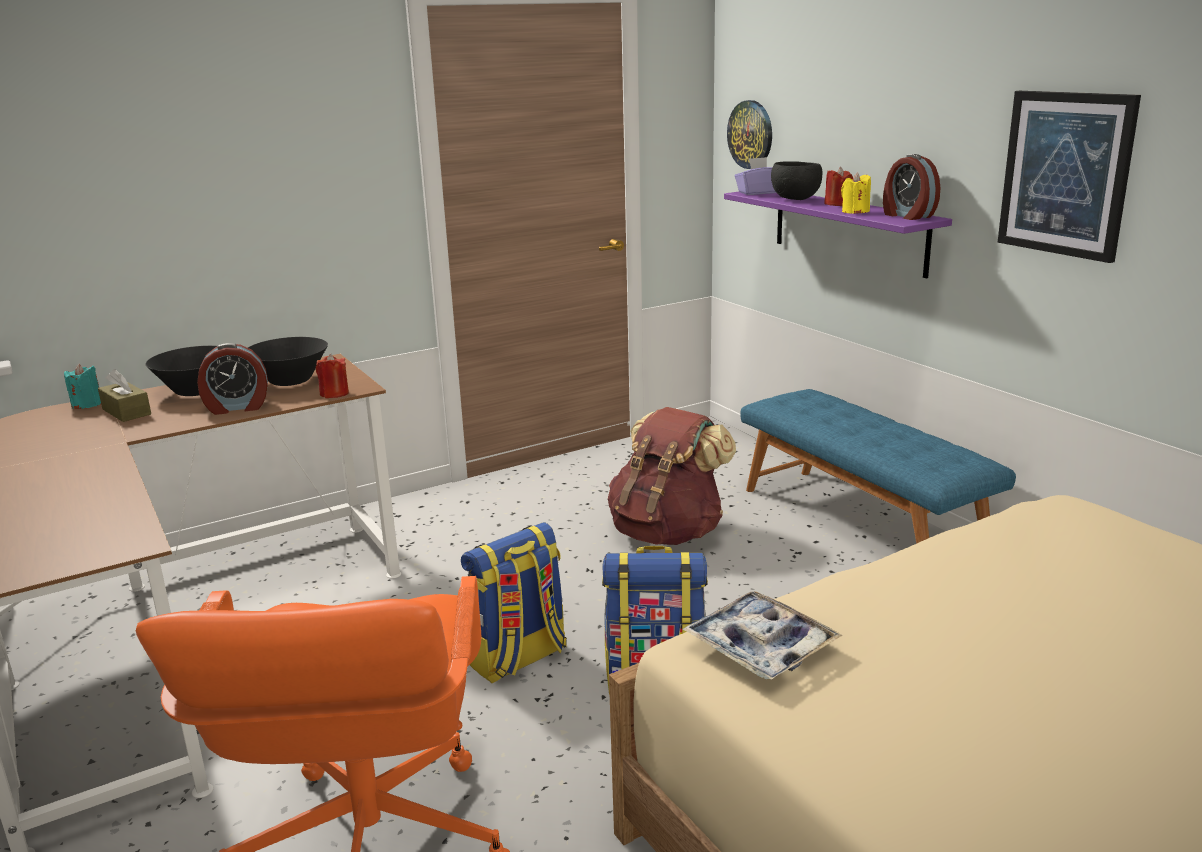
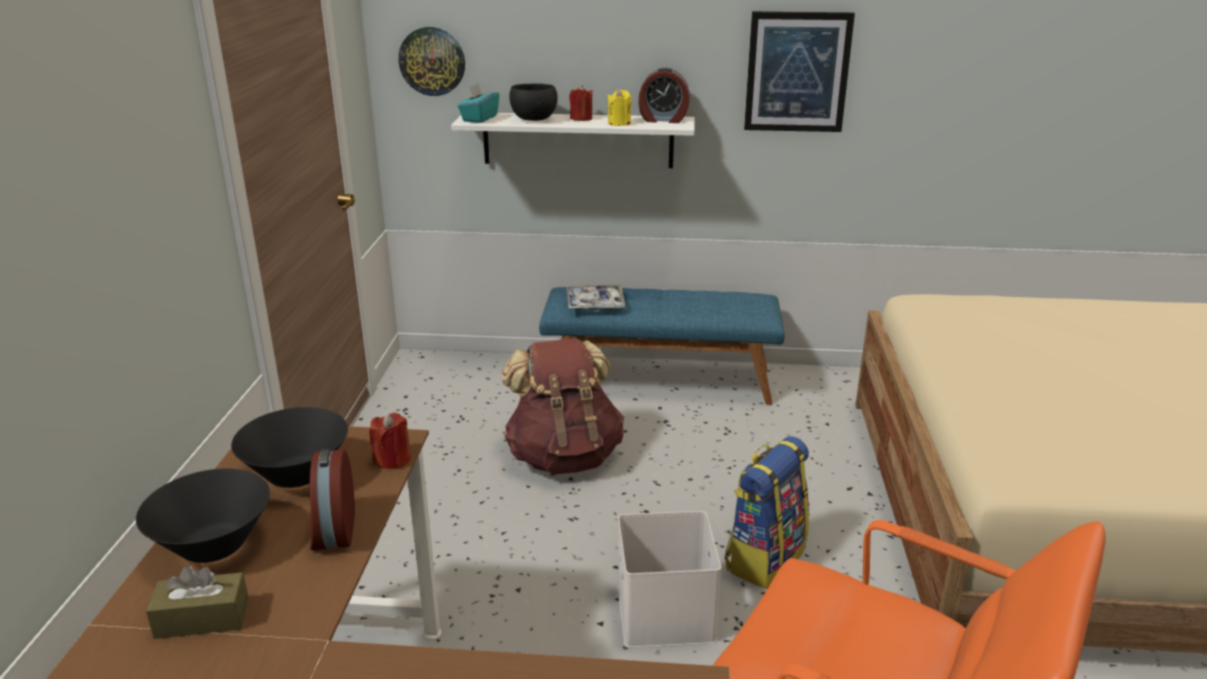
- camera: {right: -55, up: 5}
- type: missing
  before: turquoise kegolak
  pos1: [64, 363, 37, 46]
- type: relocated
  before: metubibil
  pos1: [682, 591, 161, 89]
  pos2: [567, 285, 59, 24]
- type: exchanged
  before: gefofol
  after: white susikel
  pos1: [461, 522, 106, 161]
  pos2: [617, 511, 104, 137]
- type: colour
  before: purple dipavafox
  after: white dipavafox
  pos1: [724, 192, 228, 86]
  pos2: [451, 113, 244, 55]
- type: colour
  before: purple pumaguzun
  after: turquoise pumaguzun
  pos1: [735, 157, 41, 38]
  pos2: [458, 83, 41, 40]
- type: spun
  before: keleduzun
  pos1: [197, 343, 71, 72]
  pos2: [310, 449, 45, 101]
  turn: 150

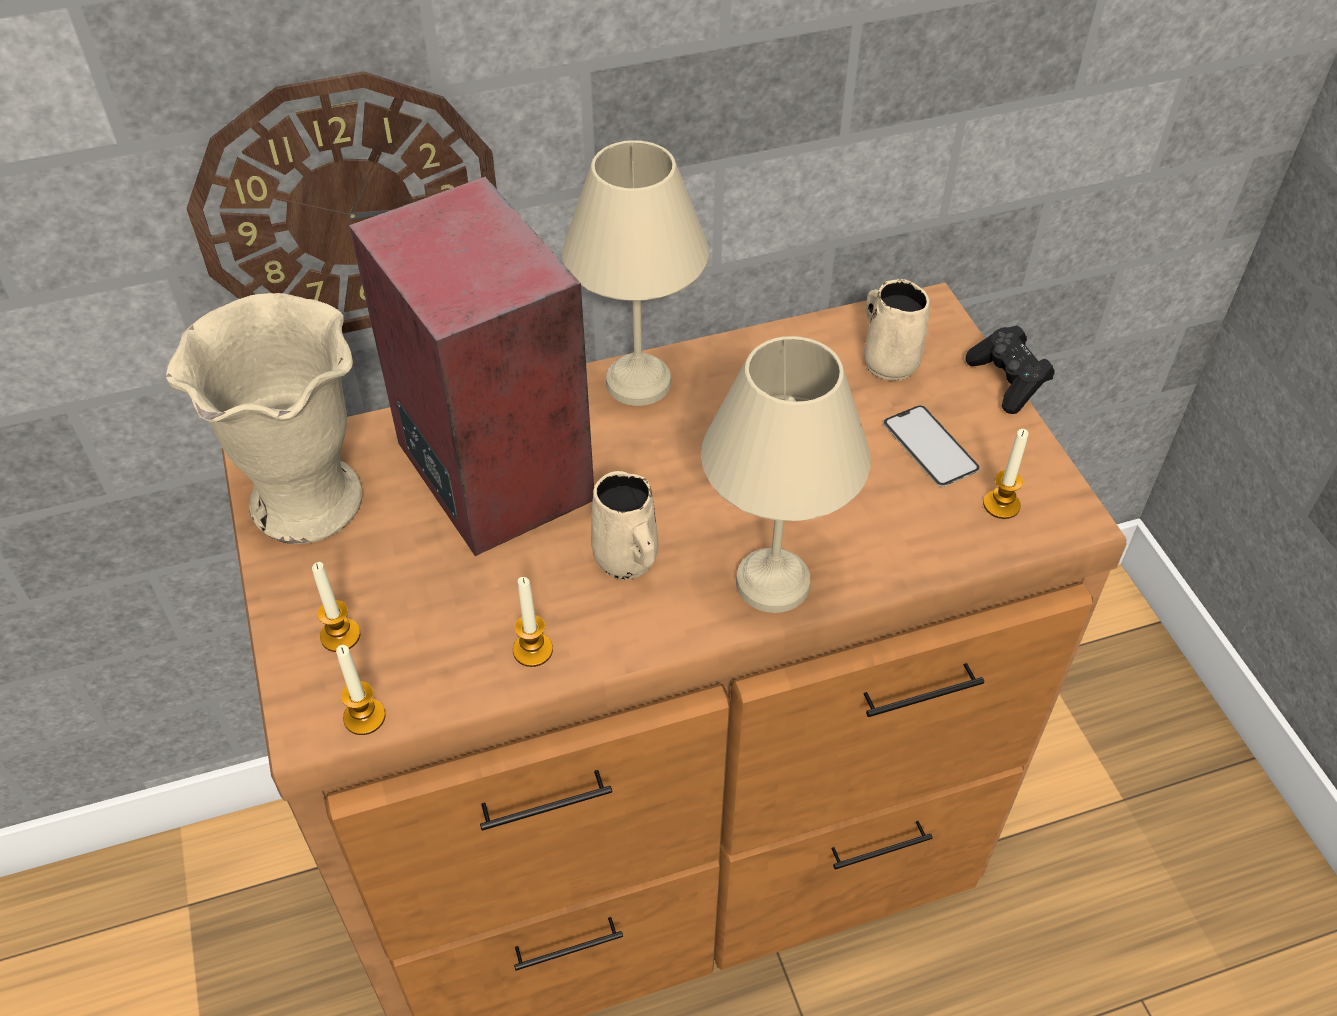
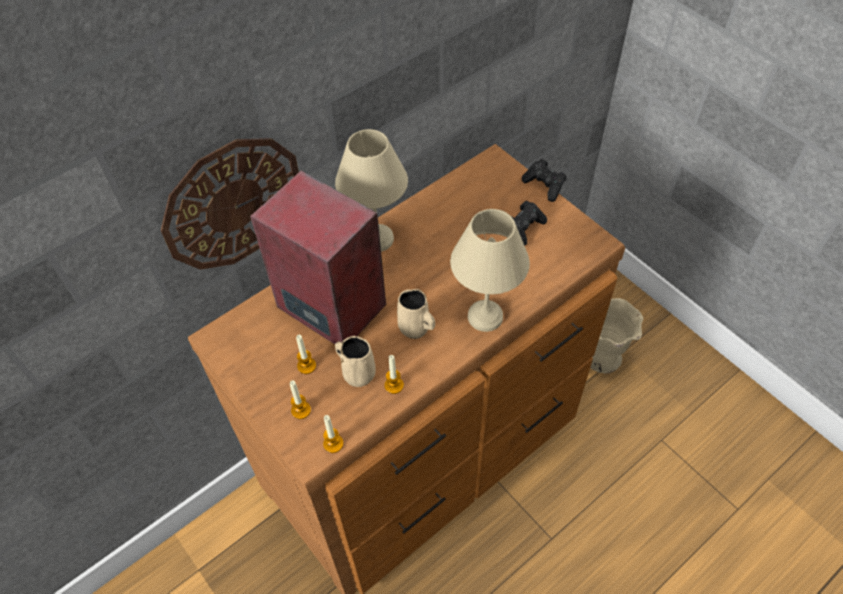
- camera: {right: -20, up: 5}
- type: relocated
  before: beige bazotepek
  pos1: [166, 293, 196, 251]
  pos2: [590, 298, 53, 75]
- type: relocated
  before: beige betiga
  pos1: [864, 279, 66, 102]
  pos2: [335, 336, 40, 51]
- type: relocated
  before: kegolak
  pos1: [983, 429, 45, 90]
  pos2: [296, 335, 20, 39]
- type: exchanged
  before: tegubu
  after: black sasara
  pos1: [883, 405, 97, 82]
  pos2: [511, 201, 36, 45]

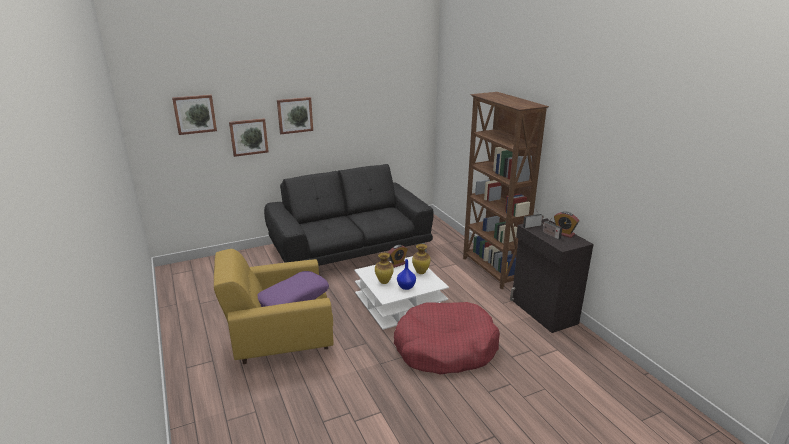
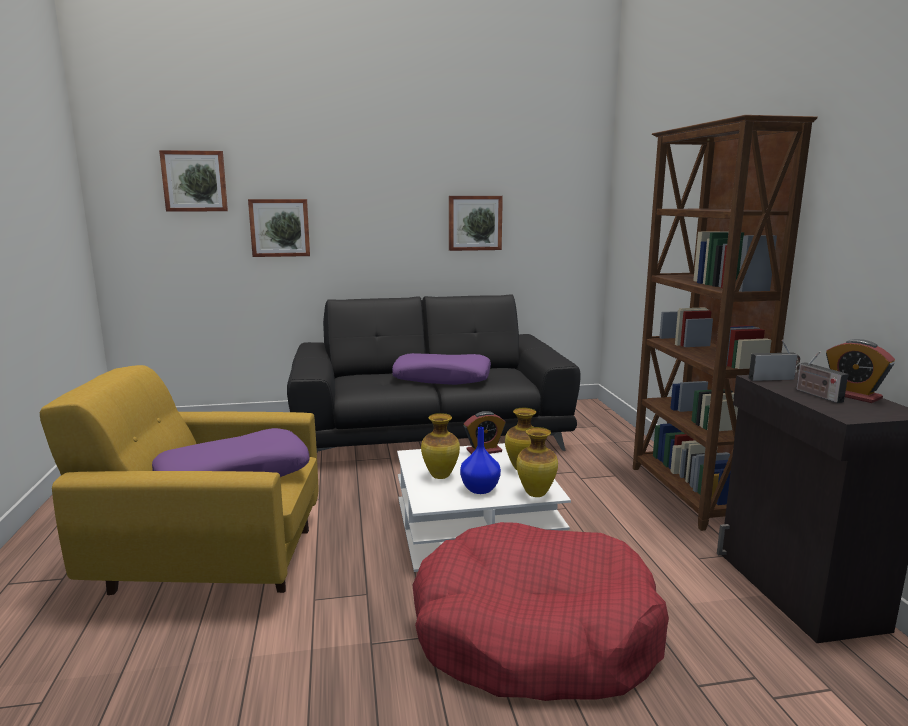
- camera: {right: 15, up: -10}
- type: appeared
  after: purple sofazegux
  pos2: [392, 353, 99, 32]
- type: appeared
  after: bazotepek
  pos2: [517, 427, 41, 70]
- type: relocated
  before: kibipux
  pos1: [277, 97, 36, 37]
  pos2: [449, 196, 54, 55]

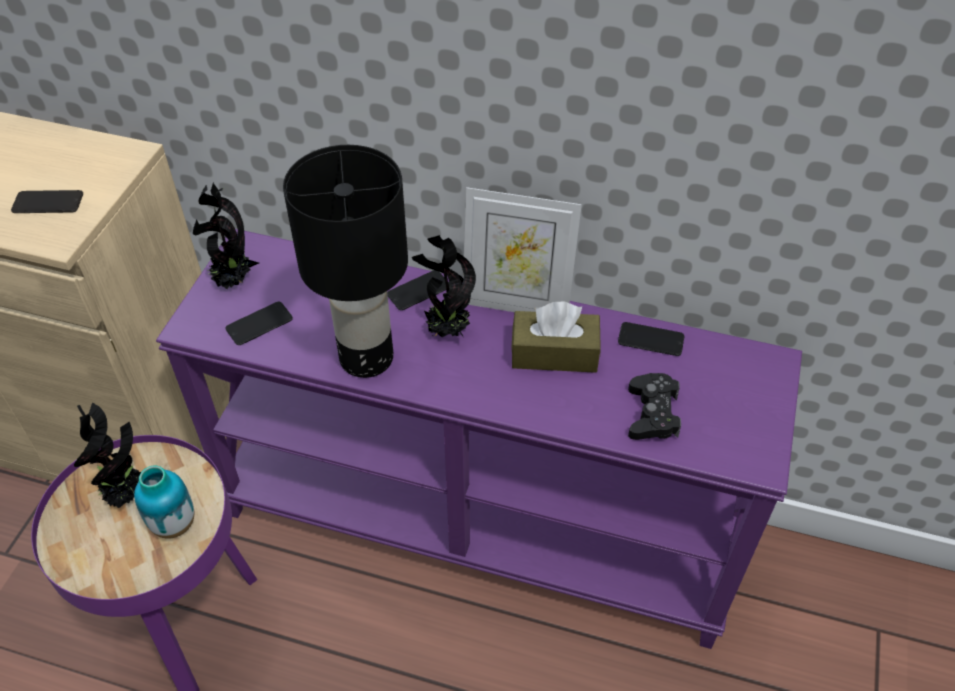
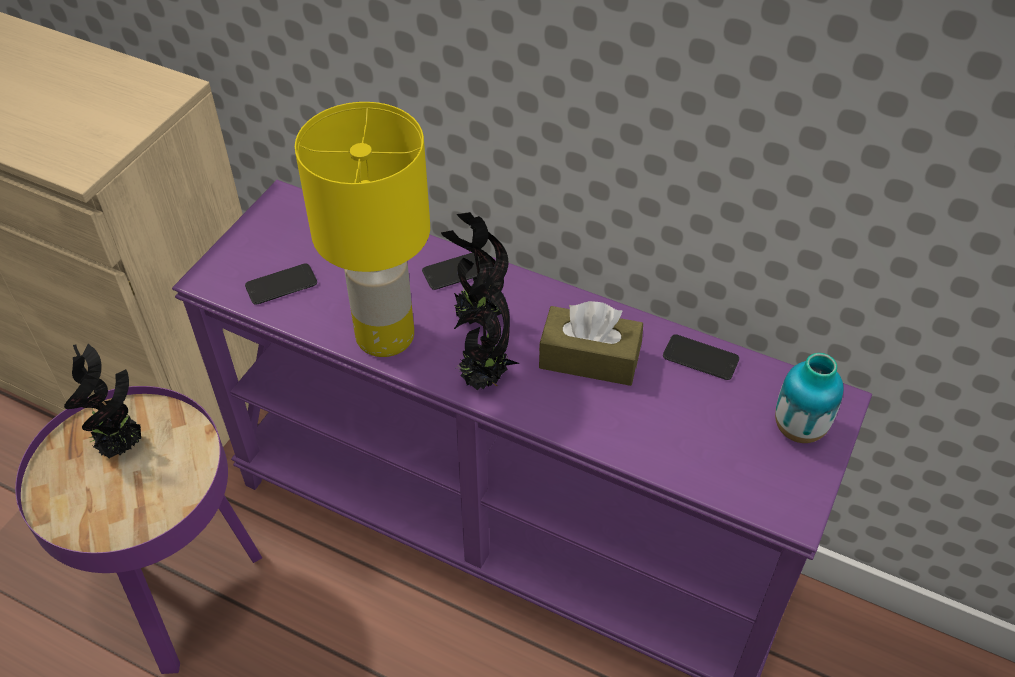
- camera: {right: 10, up: 0}
- type: missing
  before: tegubu
  pos1: [11, 190, 72, 23]
- type: missing
  before: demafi
  pos1: [463, 187, 119, 125]
- type: missing
  before: black sasara
  pos1: [628, 373, 53, 67]
- type: relocated
  before: bazotepek
  pos1: [134, 465, 60, 74]
  pos2: [775, 353, 69, 90]
- type: relocated
  before: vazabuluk
  pos1: [193, 183, 66, 106]
  pos2: [454, 273, 65, 118]
- type: colour
  before: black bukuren
  after: yellow bukuren
  pos1: [283, 145, 125, 233]
  pos2: [295, 102, 135, 255]

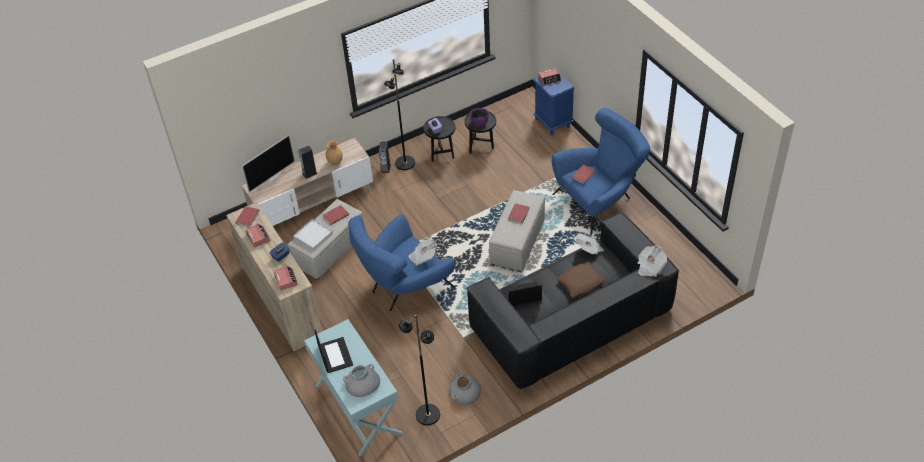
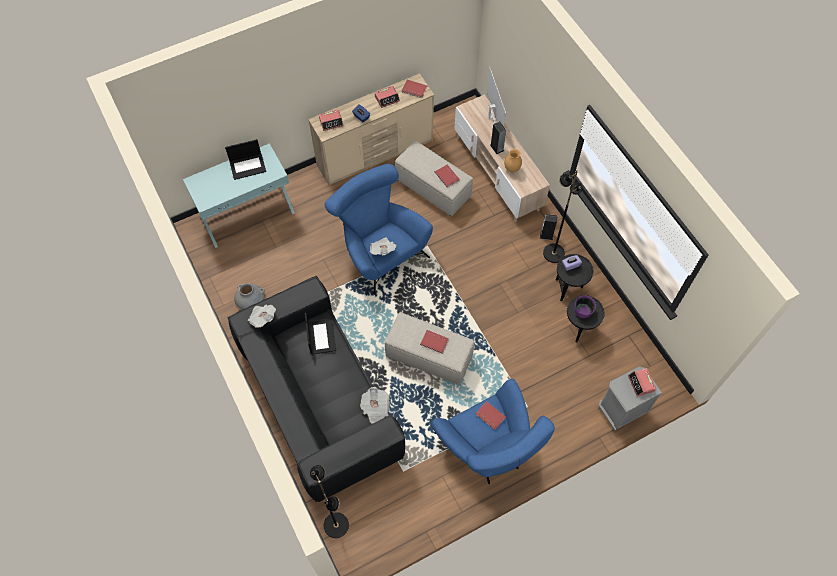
- camera: {right: 90, up: 15}
- type: missing
  before: white metubibil
  pos1: [293, 219, 40, 31]
- type: missing
  before: grey bazotepek
  pos1: [343, 364, 37, 33]
- type: missing
  before: brown sofazegux
  pos1: [557, 263, 48, 35]
- type: relocated
  before: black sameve
  pos1: [398, 315, 42, 110]
  pos2: [310, 465, 39, 73]
- type: relocated
  before: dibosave
  pos1: [638, 245, 29, 32]
  pos2: [247, 305, 29, 23]
- type: colour
  before: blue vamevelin
  after: grey vamevelin
  pos1: [534, 72, 40, 63]
  pos2: [598, 366, 64, 64]
- type: spun
  before: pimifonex
  pos1: [242, 135, 53, 57]
  pos2: [487, 67, 19, 59]
  turn: -150

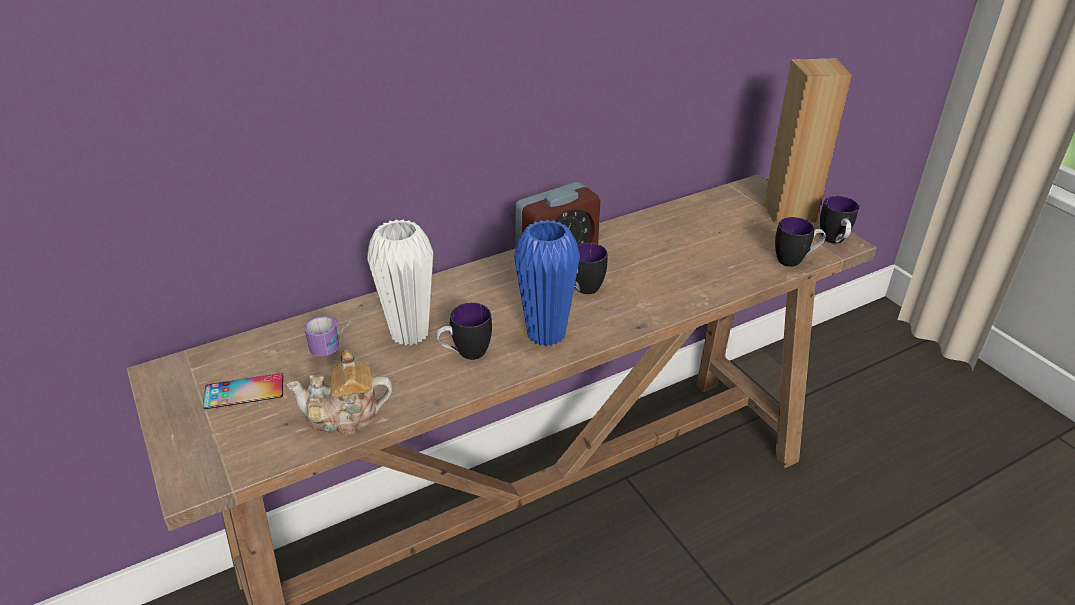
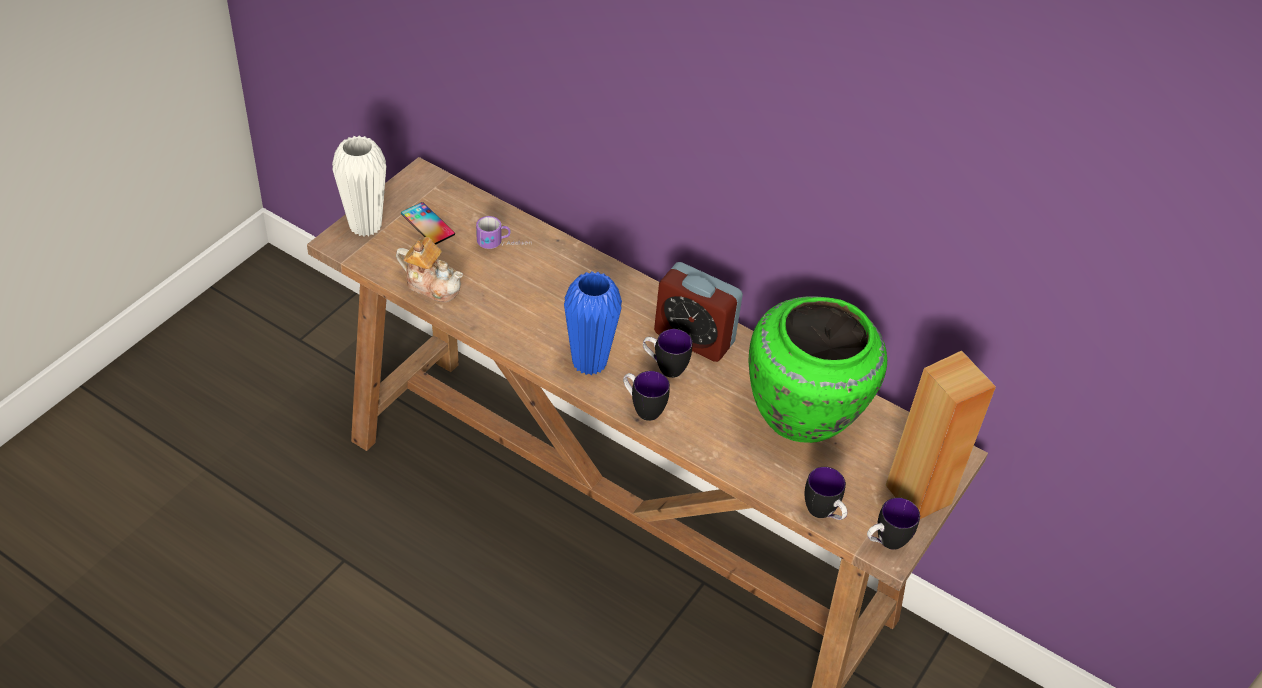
- camera: {right: 60, up: 10}
- type: appeared
  after: green bazotepek
  pos2: [749, 296, 138, 147]
- type: relocated
  before: white bazotepek
  pos1: [367, 219, 66, 127]
  pos2: [332, 135, 54, 101]
- type: relocated
  before: betiga
  pos1: [436, 303, 56, 57]
  pos2: [623, 371, 47, 50]
- type: spun
  before: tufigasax
  pos1: [286, 350, 107, 84]
  pos2: [396, 237, 67, 65]
  turn: 150

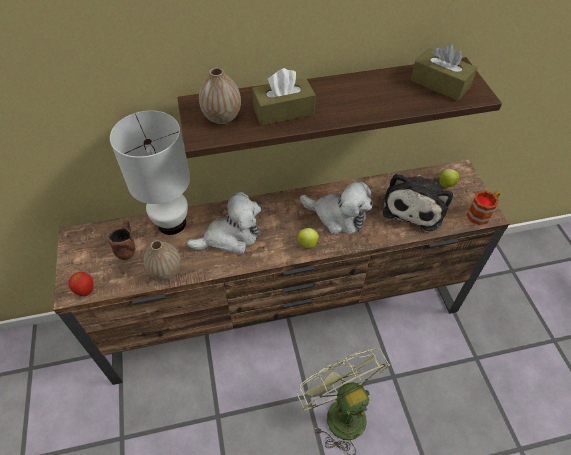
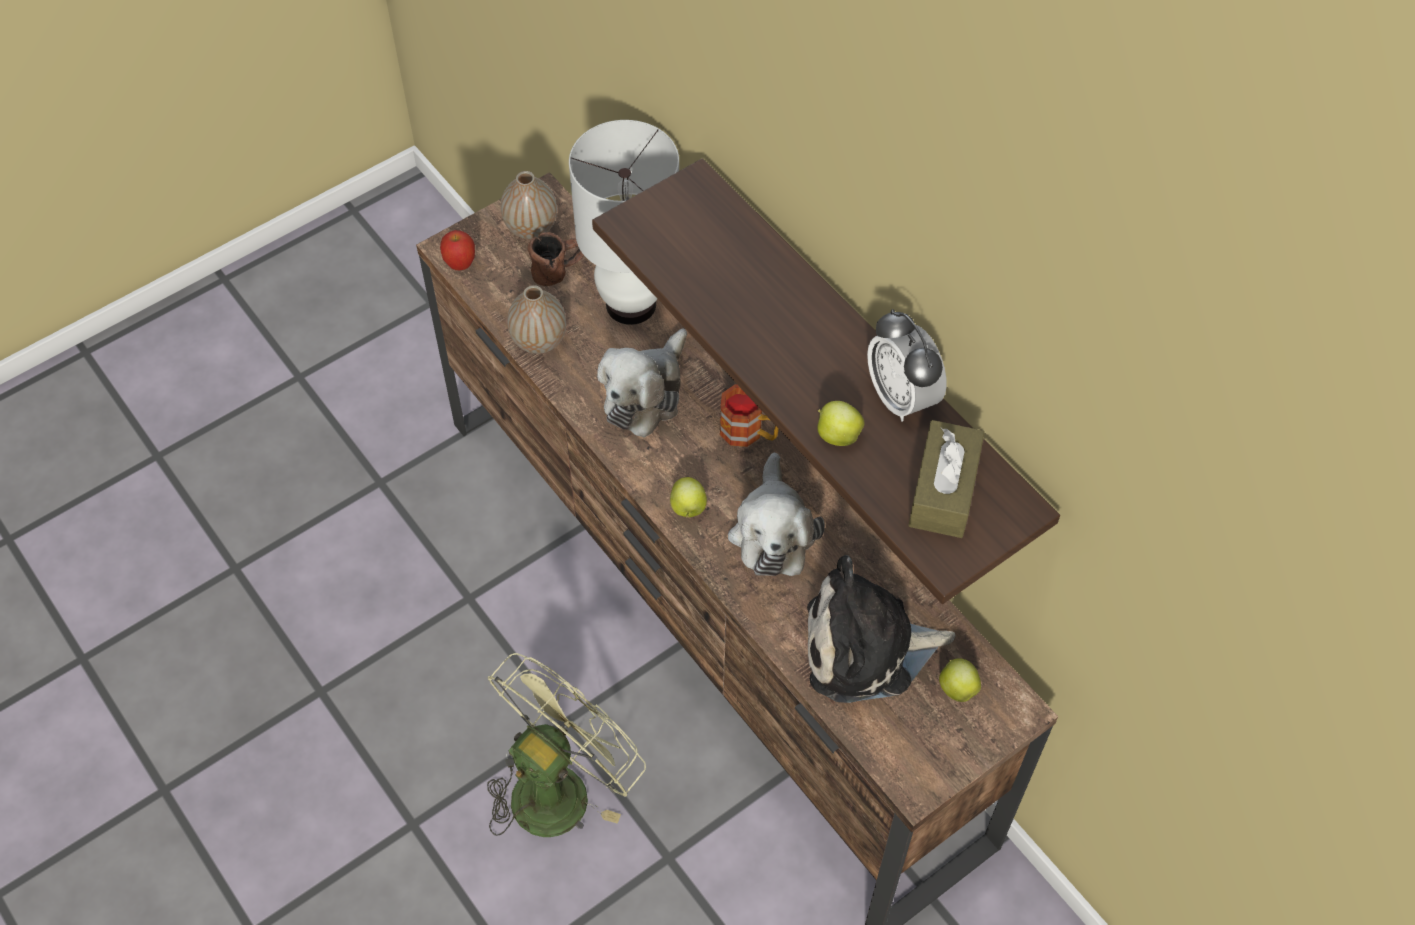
- camera: {right: 65, up: 5}
- type: missing
  before: brown pumaguzun
  pos1: [252, 68, 64, 58]
- type: appeared
  after: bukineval
  pos2: [817, 401, 48, 45]
- type: appeared
  after: keleduzun
  pos2: [867, 309, 80, 113]
- type: relocated
  before: bazotepek
  pos1: [199, 67, 42, 57]
  pos2: [501, 171, 56, 68]
- type: relocated
  before: betiga
  pos1: [467, 190, 33, 35]
  pos2: [720, 384, 59, 63]
- type: spun
  before: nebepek
  pos1: [187, 192, 74, 62]
  pos2: [597, 328, 90, 109]
  turn: 75

